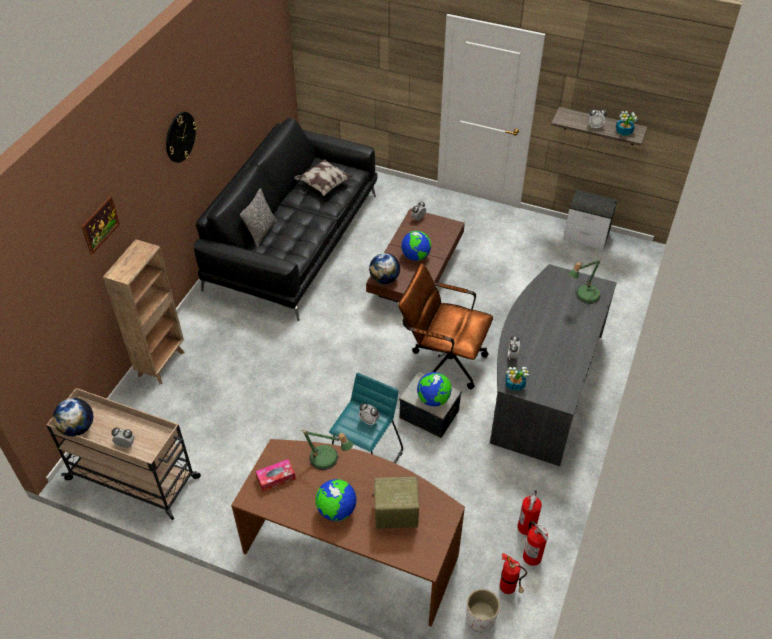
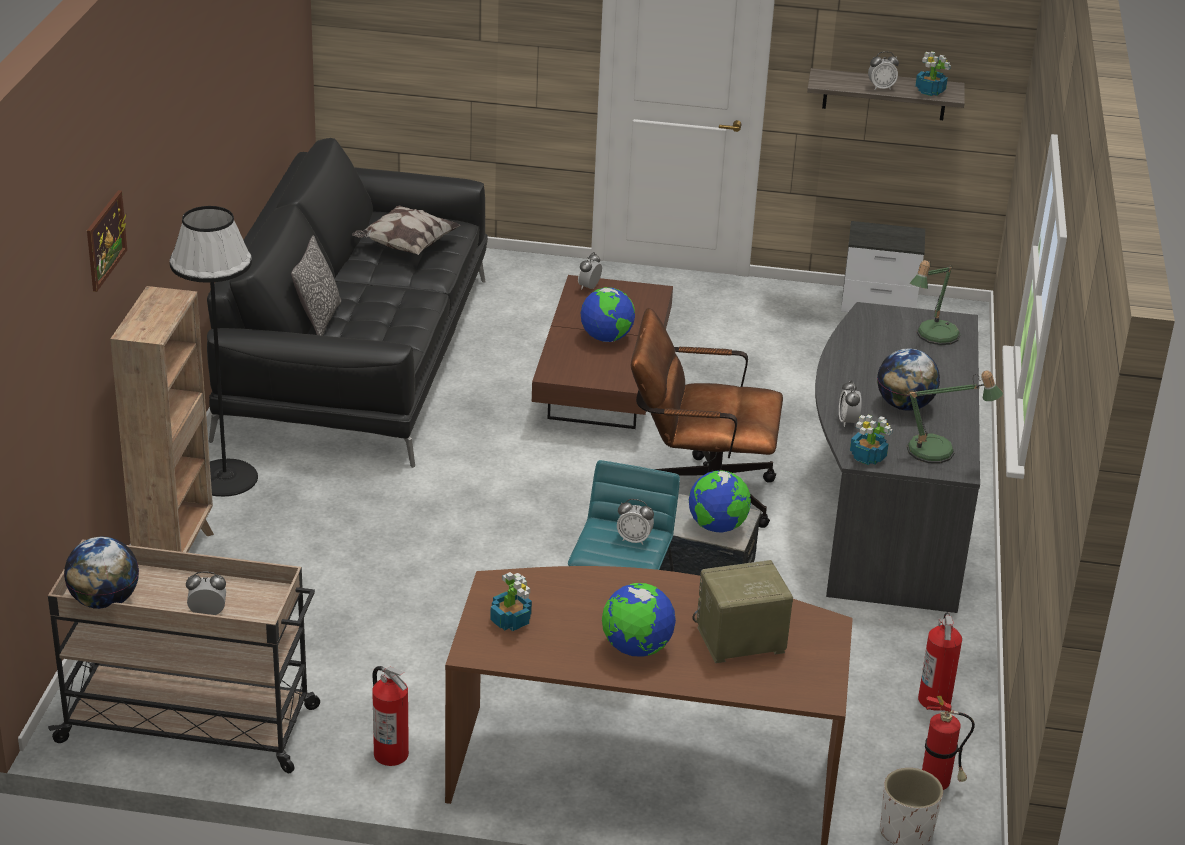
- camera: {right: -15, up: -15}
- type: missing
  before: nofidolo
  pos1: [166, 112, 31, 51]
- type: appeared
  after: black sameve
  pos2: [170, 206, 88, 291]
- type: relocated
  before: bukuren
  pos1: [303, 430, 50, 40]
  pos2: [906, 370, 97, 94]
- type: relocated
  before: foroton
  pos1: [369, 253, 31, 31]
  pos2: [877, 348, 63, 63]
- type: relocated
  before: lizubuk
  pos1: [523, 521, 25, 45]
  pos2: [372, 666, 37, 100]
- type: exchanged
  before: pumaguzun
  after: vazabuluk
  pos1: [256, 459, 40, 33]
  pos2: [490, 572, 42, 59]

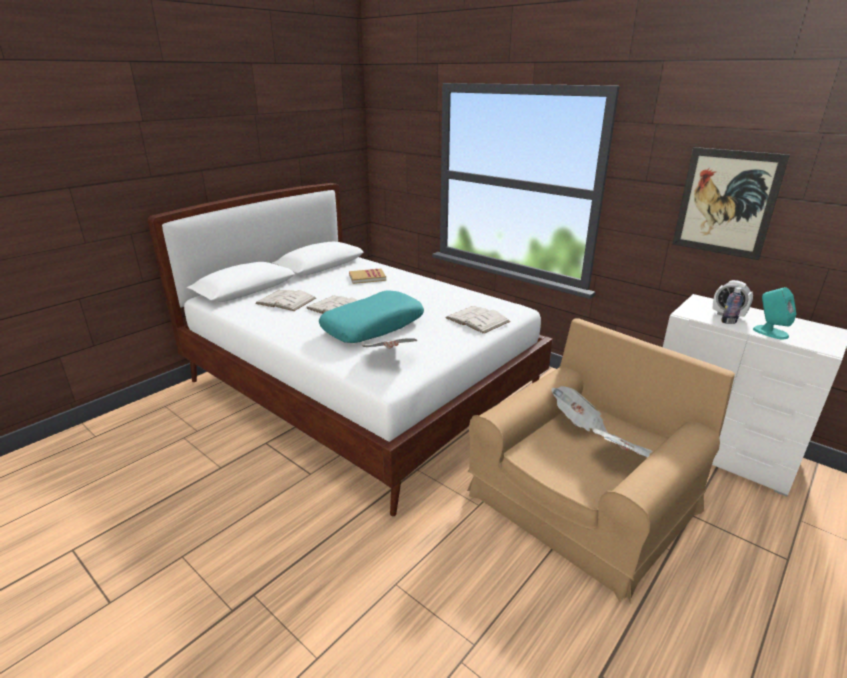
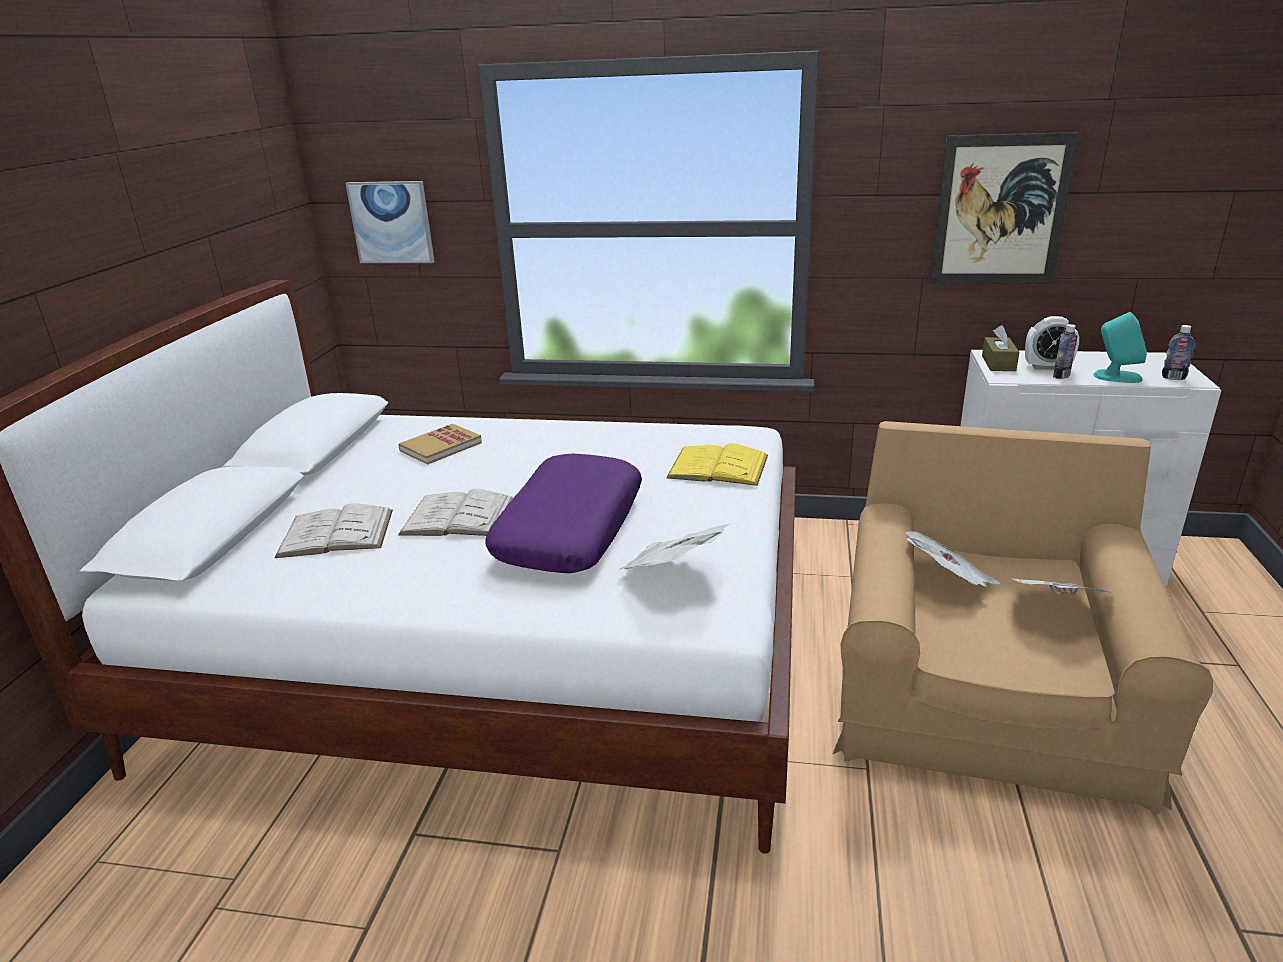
- camera: {right: -30, up: 0}
- type: appeared
  after: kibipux
  pos2: [345, 181, 89, 82]
- type: appeared
  after: brown pumaguzun
  pos2: [982, 325, 37, 46]
- type: appeared
  after: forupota
  pos2: [1162, 325, 33, 55]
- type: colour
  before: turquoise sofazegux
  after: purple sofazegux
  pos1: [319, 290, 105, 53]
  pos2: [485, 453, 157, 120]
- type: colour
  before: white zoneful
  after: yellow zoneful
  pos1: [445, 306, 65, 28]
  pos2: [666, 443, 102, 43]

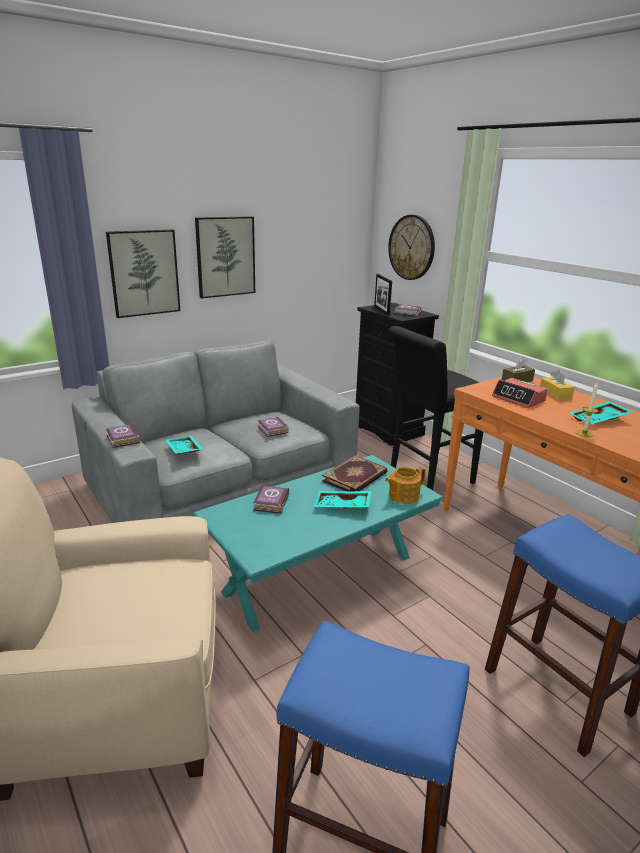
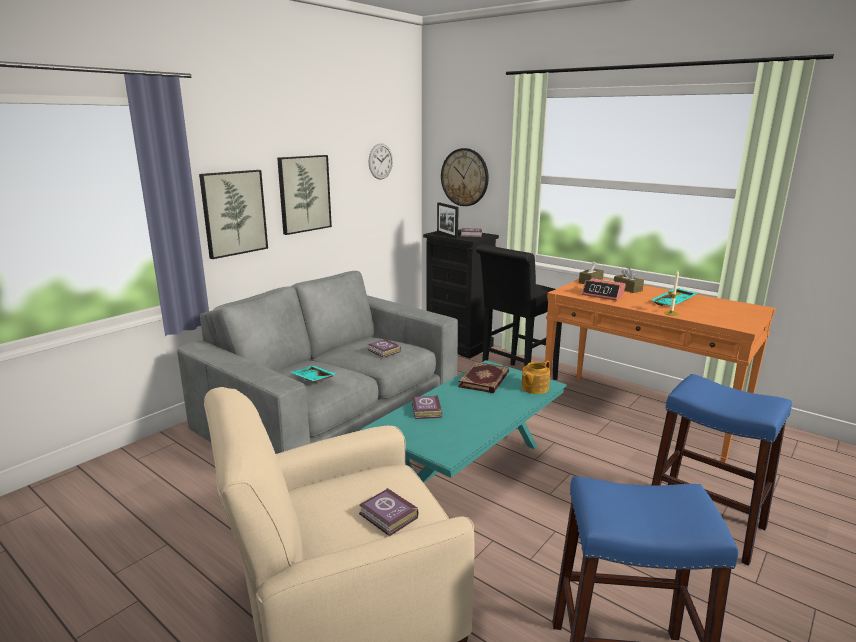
- camera: {right: -15, up: -5}
- type: missing
  before: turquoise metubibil
  pos1: [313, 491, 58, 18]
- type: appeared
  after: nofidolo
  pos2: [369, 143, 24, 37]
- type: relocated
  before: zoneful
  pos1: [106, 423, 34, 25]
  pos2: [359, 488, 59, 48]
- type: colour
  before: yellow pumaguzun
  after: brown pumaguzun
  pos1: [540, 370, 35, 31]
  pos2: [614, 267, 30, 26]

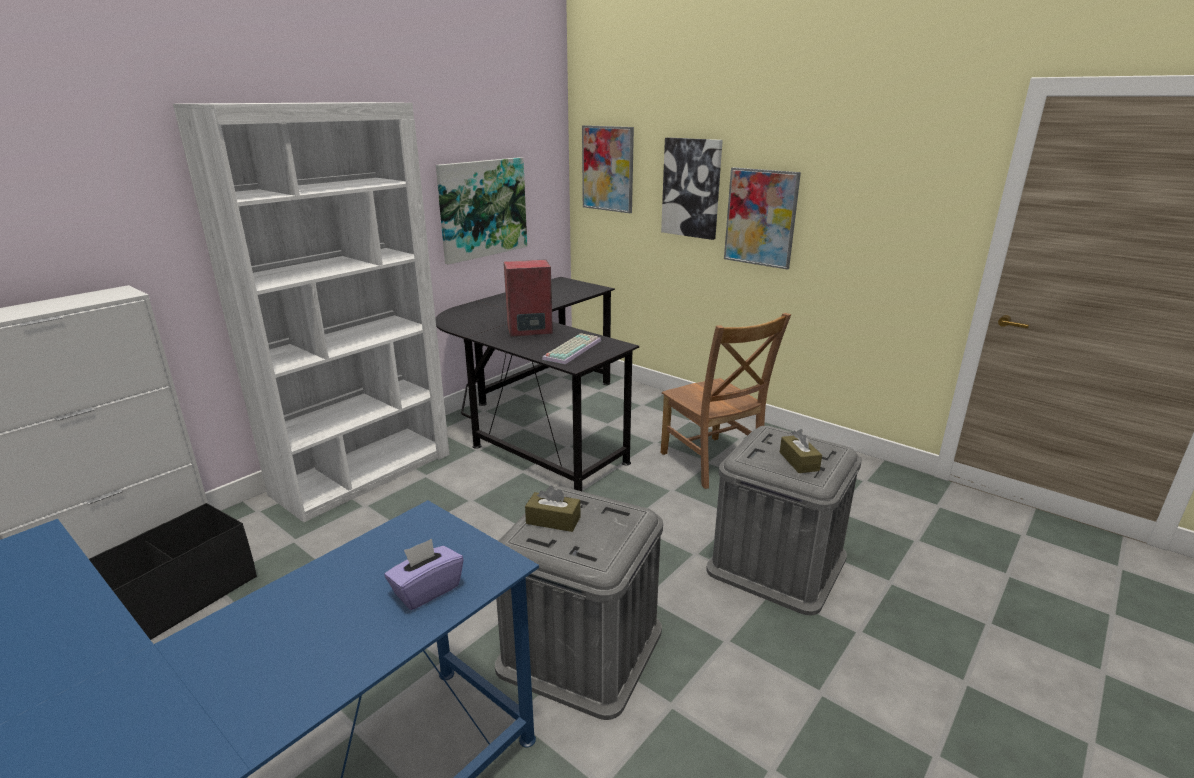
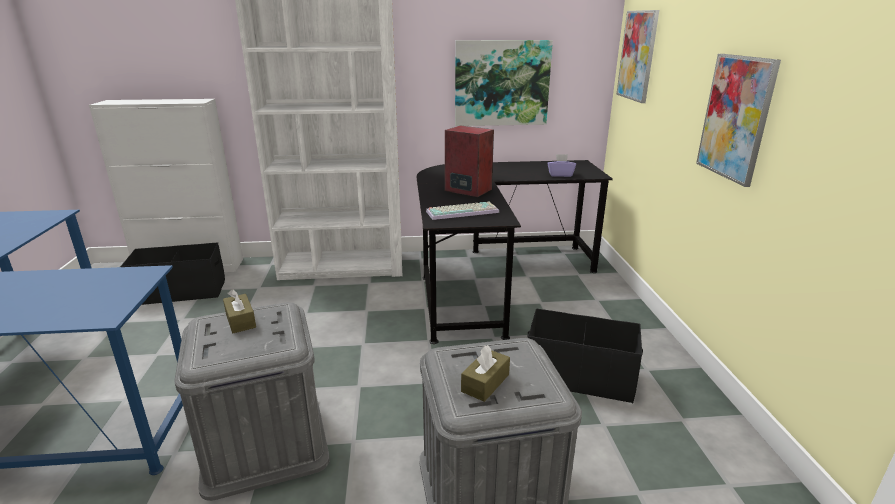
- camera: {right: 45, up: 0}
- type: missing
  before: kibipux
  pos1: [661, 138, 62, 102]
- type: relocated
  before: purple pumaguzun
  pos1: [384, 538, 79, 72]
  pos2: [547, 154, 29, 23]
- type: exchanged
  before: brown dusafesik
  after: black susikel
  pos1: [661, 313, 131, 176]
  pos2: [528, 308, 115, 95]

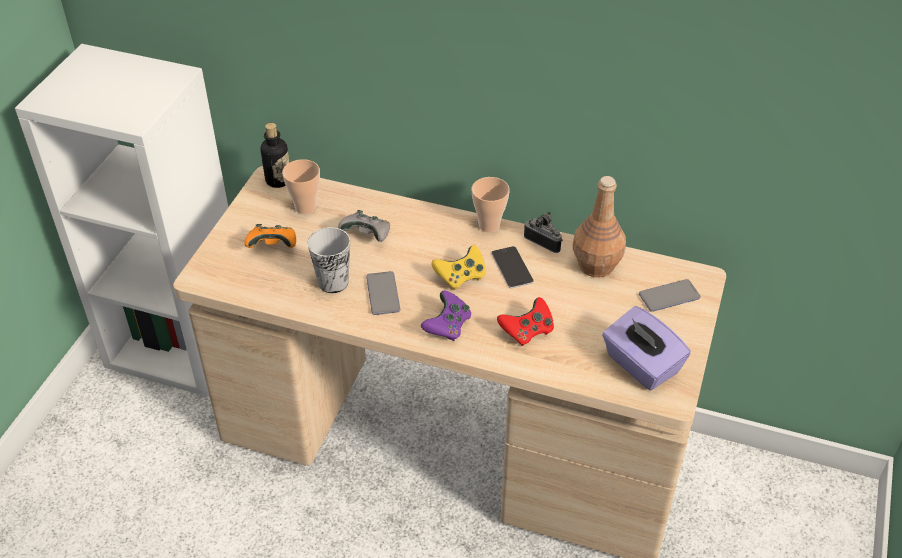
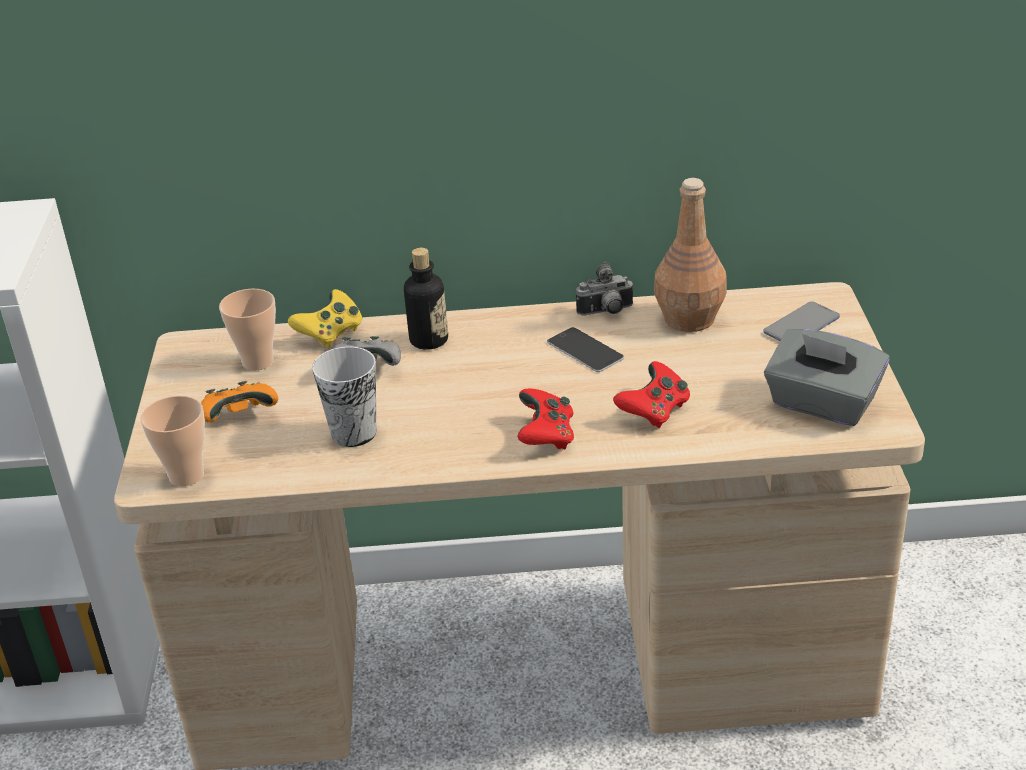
- camera: {right: -20, up: -10}
- type: missing
  before: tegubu
  pos1: [366, 271, 34, 44]
- type: relocated
  before: forupota
  pos1: [260, 123, 30, 65]
  pos2: [404, 248, 44, 102]
- type: relocated
  before: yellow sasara
  pos1: [431, 245, 55, 45]
  pos2: [288, 289, 75, 59]
- type: relocated
  before: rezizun
  pos1: [472, 177, 38, 55]
  pos2: [140, 395, 65, 91]
- type: colour
  before: purple sasara
  after: red sasara
  pos1: [421, 291, 50, 50]
  pos2: [517, 389, 57, 60]
- type: colour
  before: purple pumaguzun
  after: grey pumaguzun
  pos1: [602, 306, 89, 84]
  pos2: [764, 329, 125, 97]
- type: spun
  before: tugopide
  pos1: [524, 212, 39, 41]
  pos2: [576, 262, 58, 54]
  turn: 150

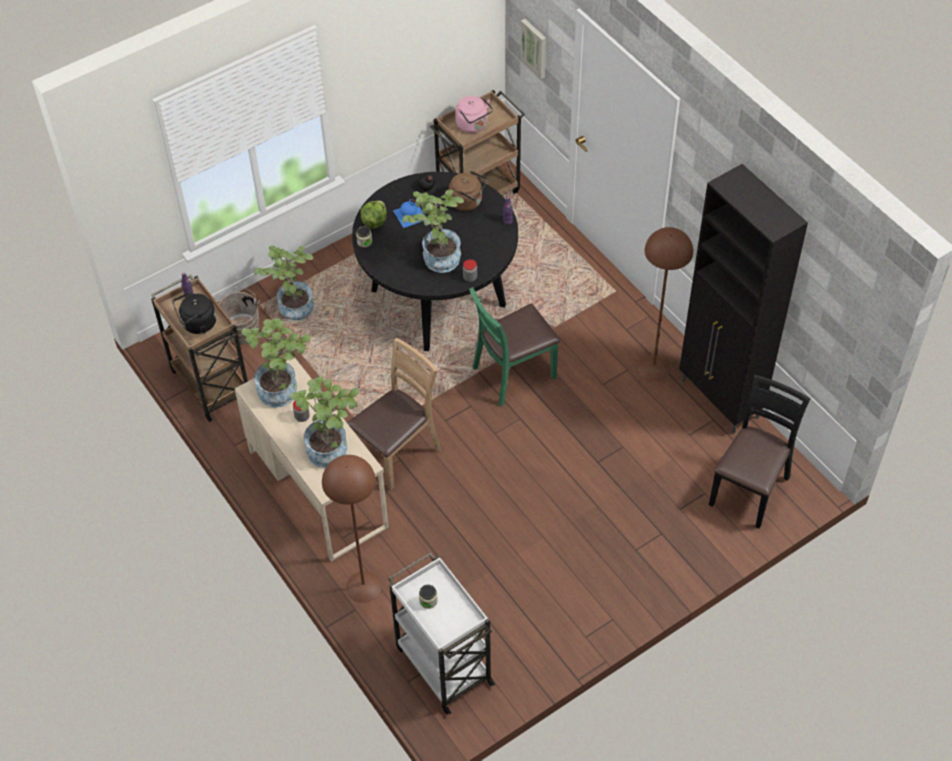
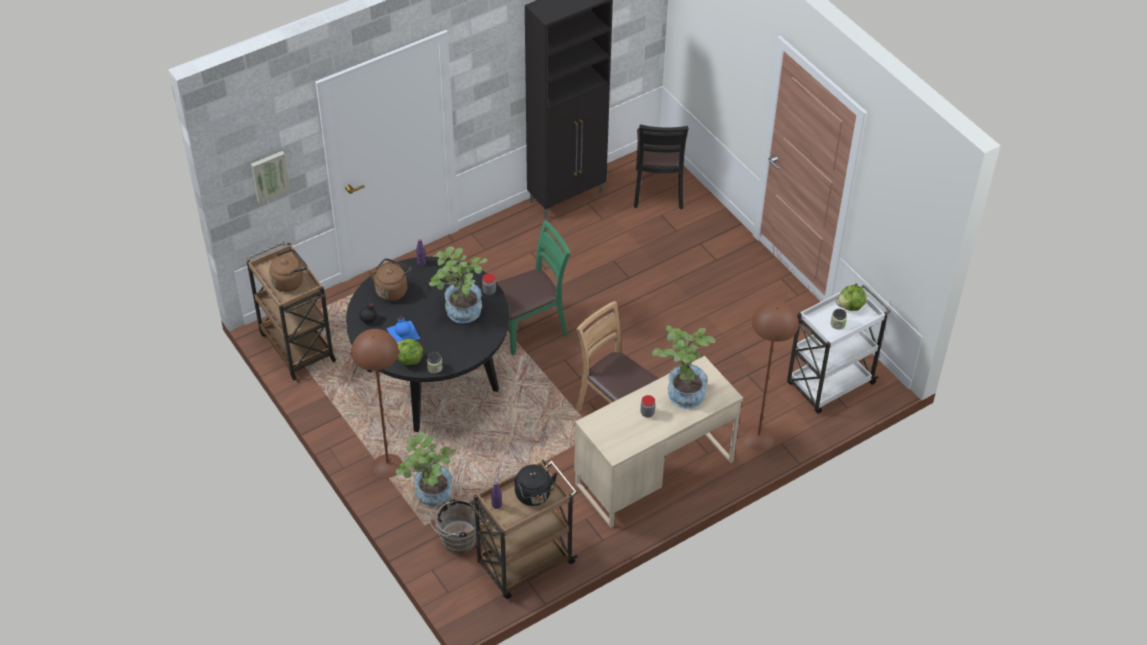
- camera: {right: -90, up: -5}
- type: missing
  before: vazabuluk
  pos1: [241, 318, 70, 90]
- type: appeared
  after: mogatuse
  pos2: [836, 285, 31, 26]
- type: relocated
  before: brown sameve
  pos1: [637, 227, 56, 154]
  pos2: [351, 329, 51, 150]
- type: colour
  before: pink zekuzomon
  after: brown zekuzomon
  pos1: [455, 96, 38, 37]
  pos2: [269, 249, 39, 43]
- type: spun
  before: green dusafesik
  pos1: [469, 287, 91, 120]
  pos2: [497, 220, 73, 135]
  turn: -90
- type: spun
  before: black dusafesik
  pos1: [709, 375, 101, 154]
  pos2: [634, 124, 55, 85]
  turn: -120

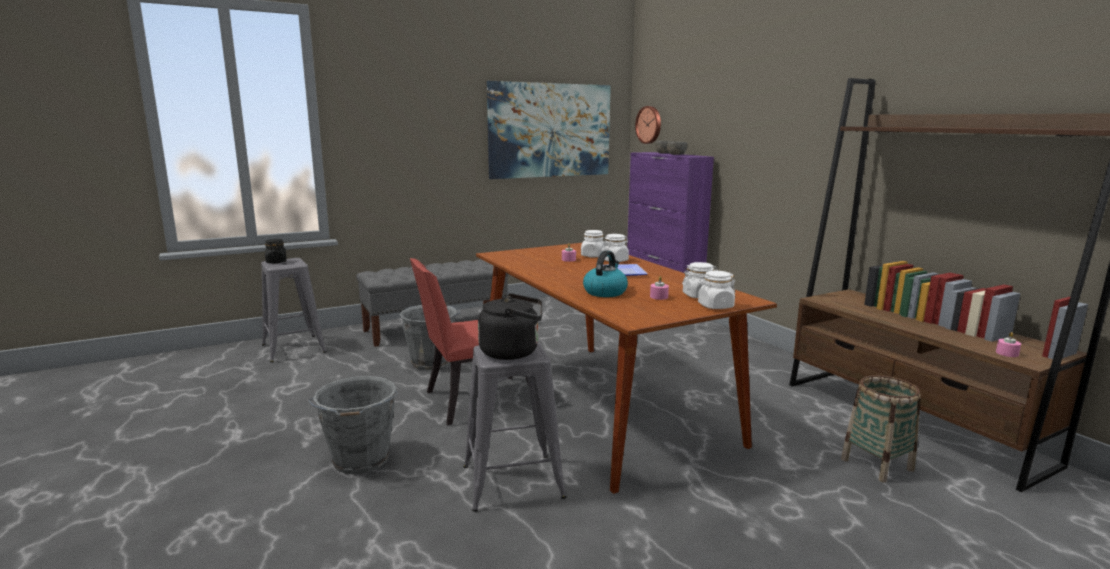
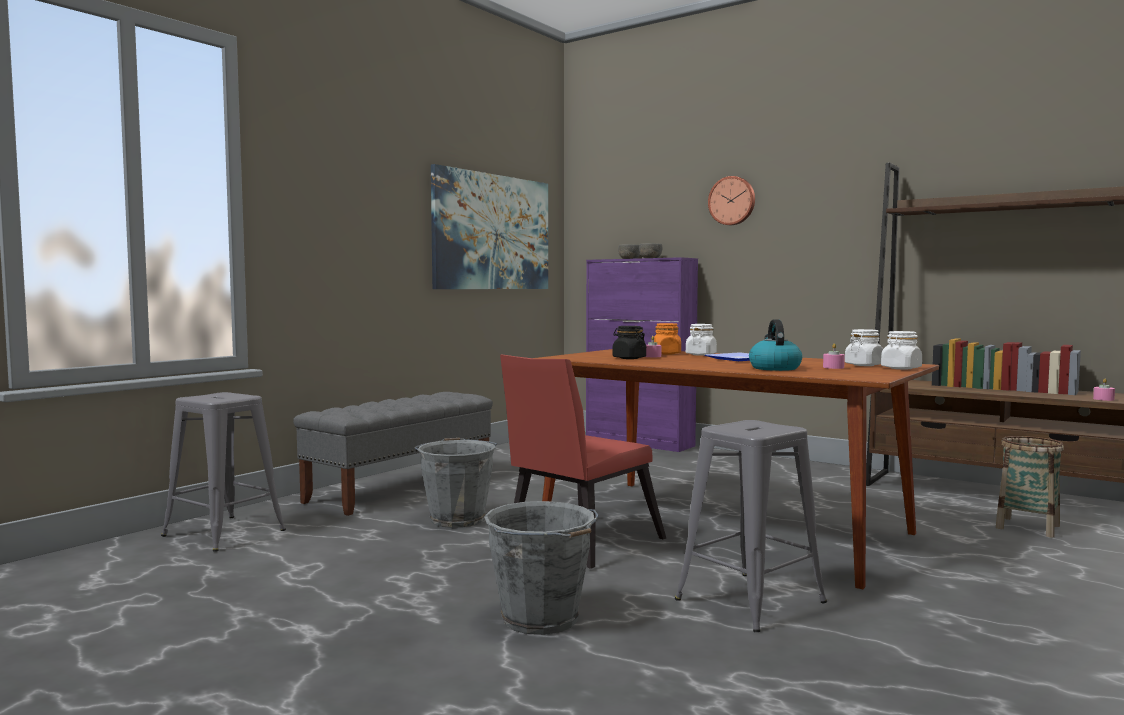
- camera: {right: -25, up: -10}
- type: missing
  before: black zekuzomon
  pos1: [478, 293, 64, 67]
- type: relocated
  before: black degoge
  pos1: [265, 239, 22, 24]
  pos2: [613, 326, 33, 33]
- type: relocated
  before: nofidolo
  pos1: [635, 106, 26, 38]
  pos2: [708, 176, 47, 49]
- type: colour
  before: white degoge
  after: orange degoge
  pos1: [581, 230, 23, 28]
  pos2: [654, 323, 27, 32]

